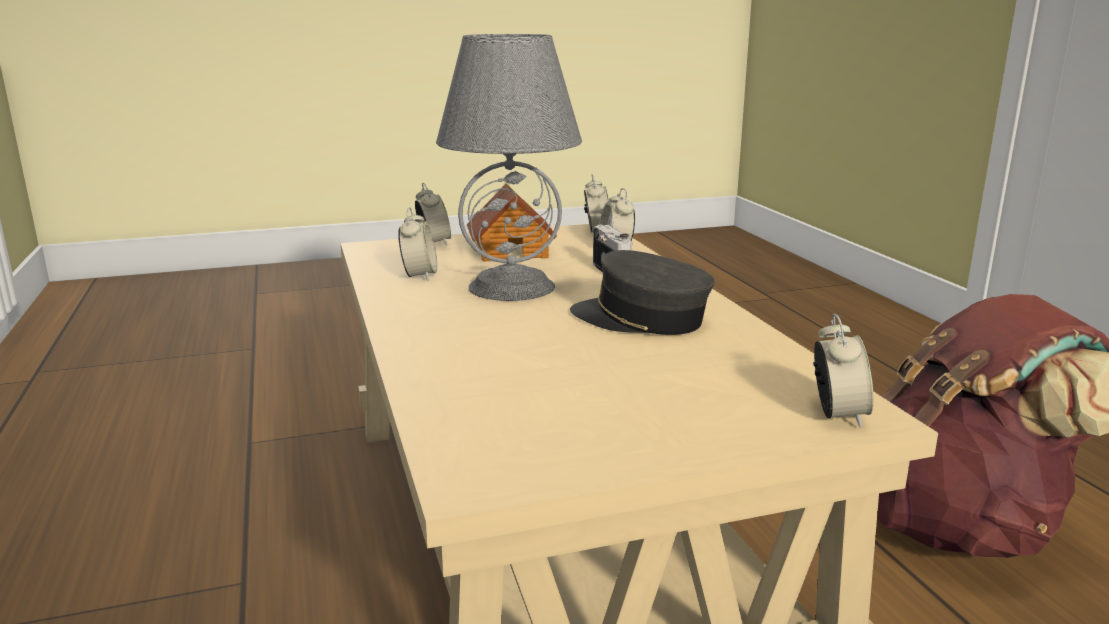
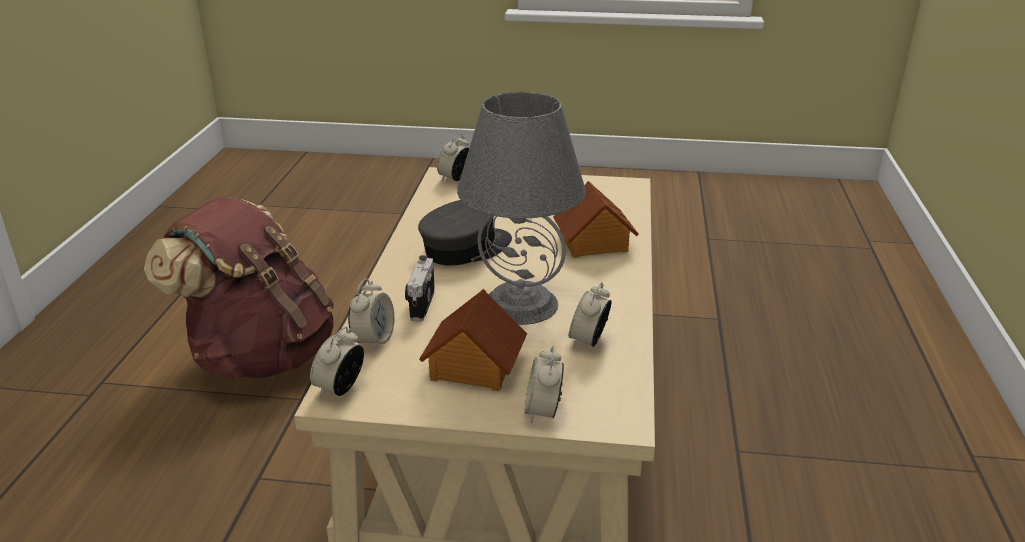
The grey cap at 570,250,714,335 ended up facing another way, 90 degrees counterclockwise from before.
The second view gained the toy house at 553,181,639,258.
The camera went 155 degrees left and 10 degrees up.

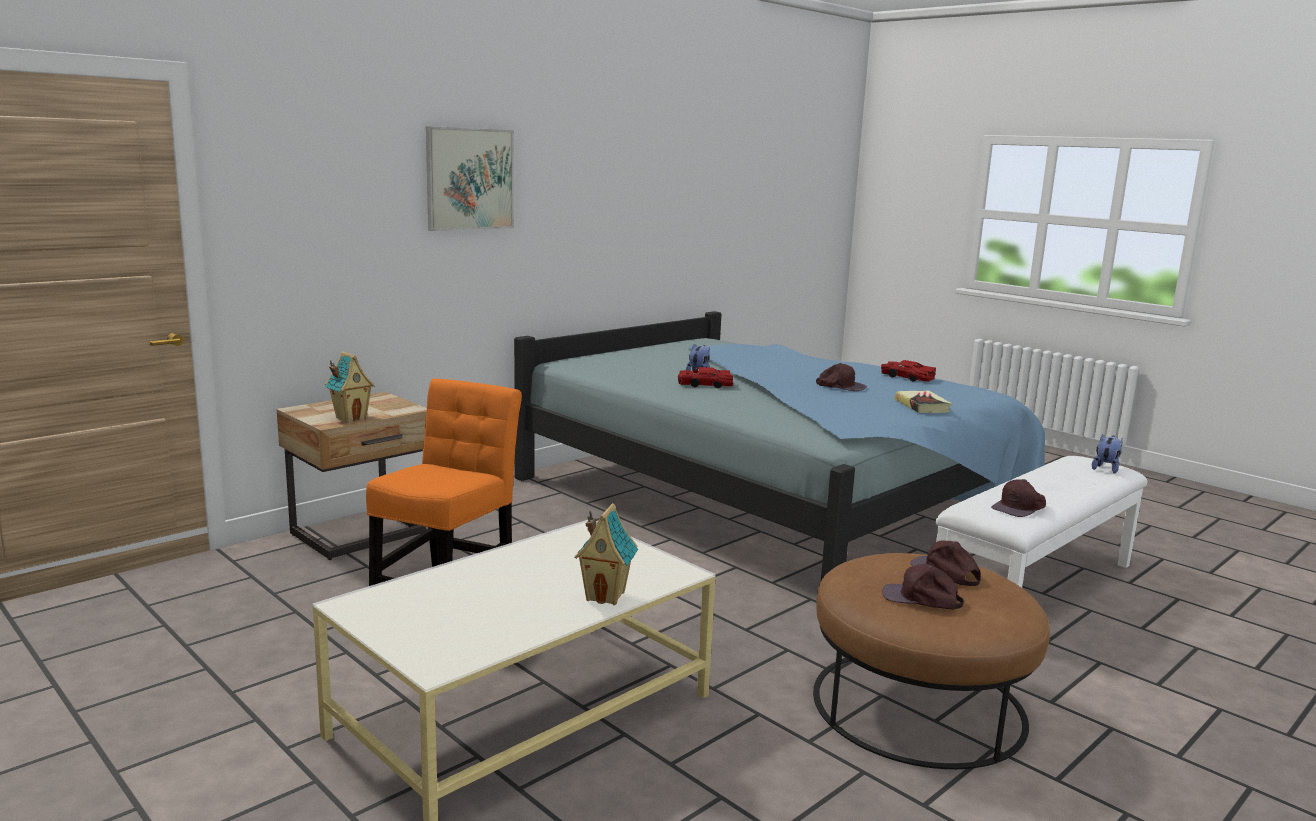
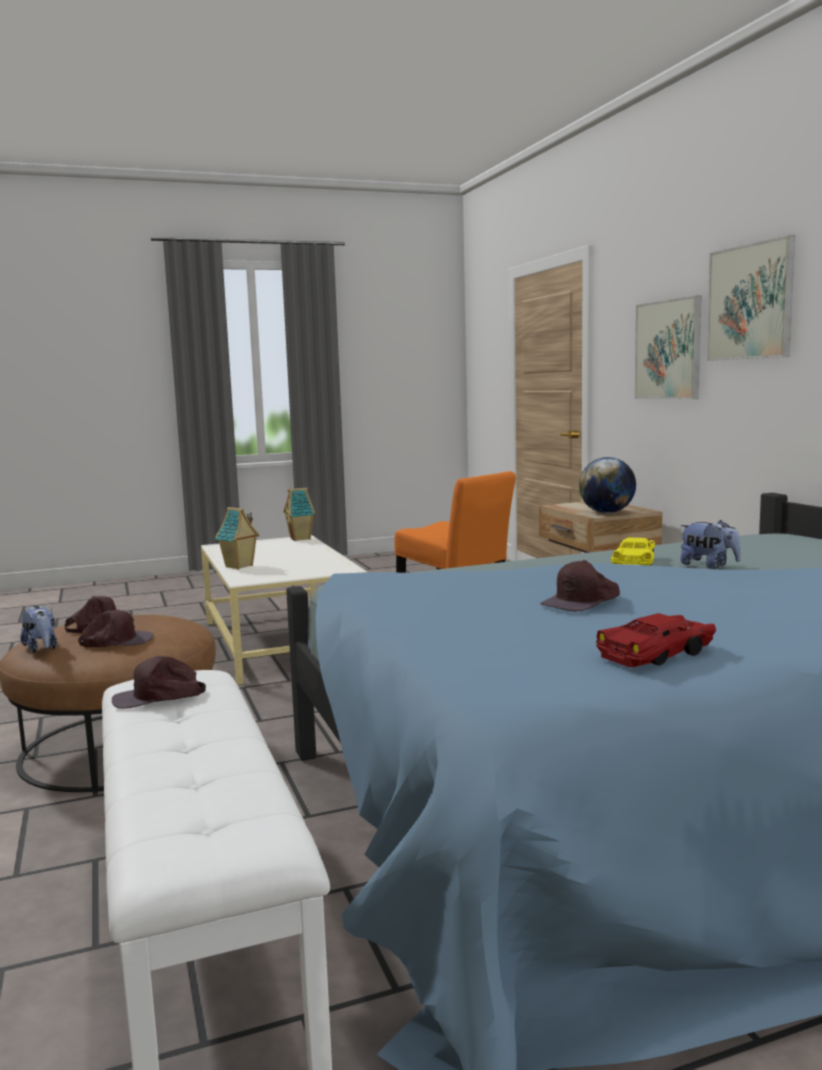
The toy house ended up elsewhere, having gone from 325,351,375,423 to 283,488,315,541.
What was the red toy car at 678,367,734,388 turned into the yellow toy car at 610,537,655,566.
The second view lost the book at 895,390,952,413.
The brown cap at 991,479,1046,517 ended up facing another way, 90 degrees counterclockwise from before.
The plush toy ended up elsewhere, having gone from 1092,434,1123,474 to 20,605,57,653.
The second view gained the globe at 579,457,636,513.
The second view gained the picture at 634,295,702,399.
The camera went 115 degrees right and 5 degrees down.

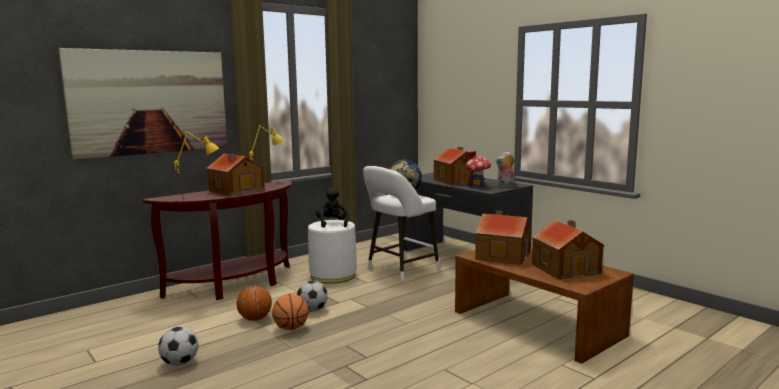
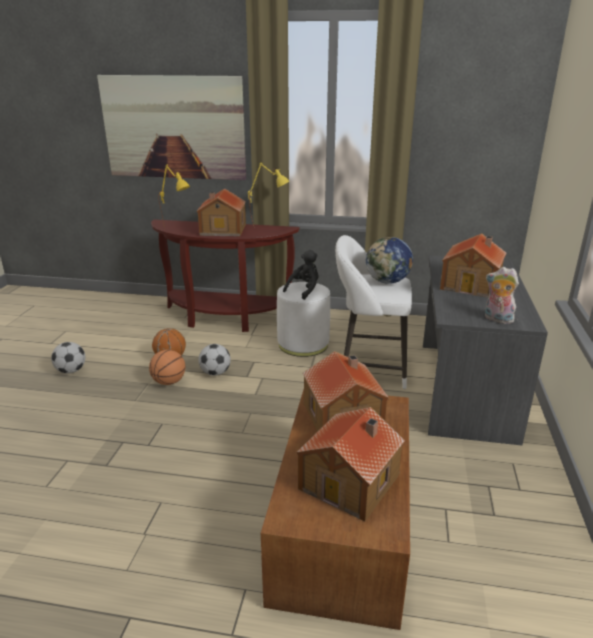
The second view lost the toy house at 465,151,491,188.
The camera went 50 degrees right and 15 degrees up.

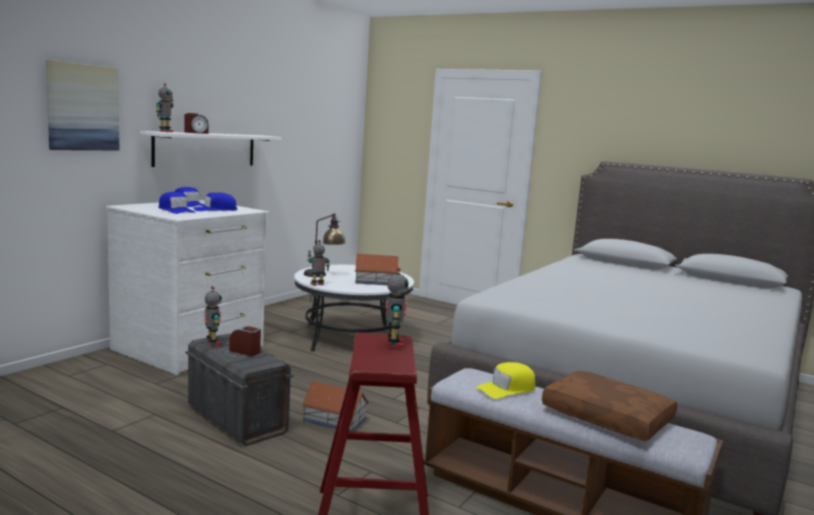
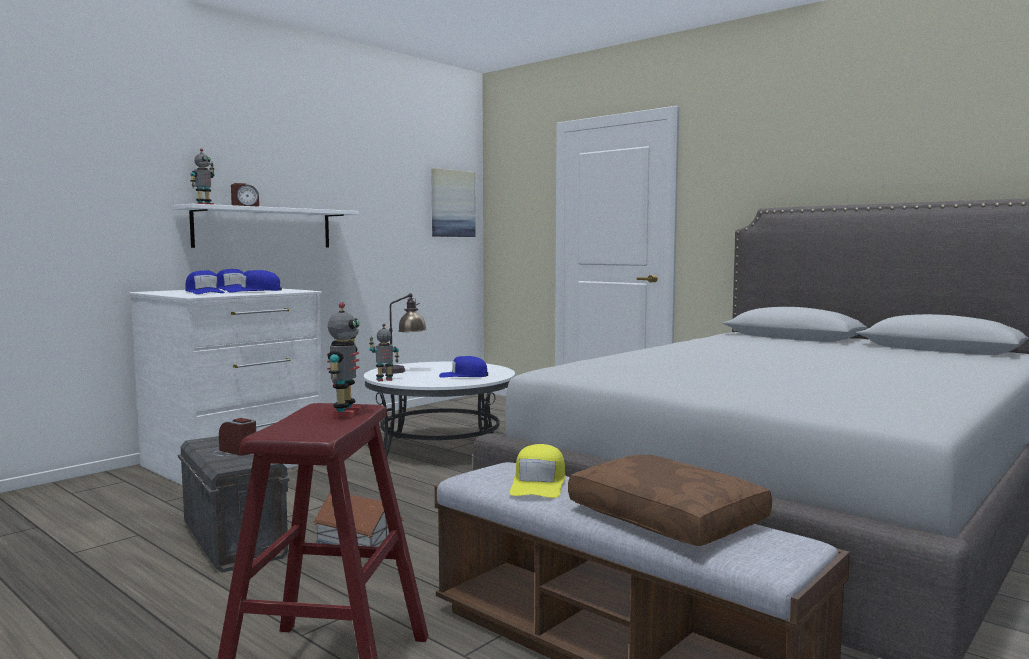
The picture ended up elsewhere, having gone from 46,60,119,150 to 431,168,476,237.
The second view lost the toy robot at 204,286,222,346.
Where the toy house stood at 355,254,399,285, the blue cap came to stand at 439,356,488,378.
The yellow cap at 476,362,535,399 ended up facing another way, 60 degrees counterclockwise from before.
The camera went 10 degrees right and 5 degrees down.

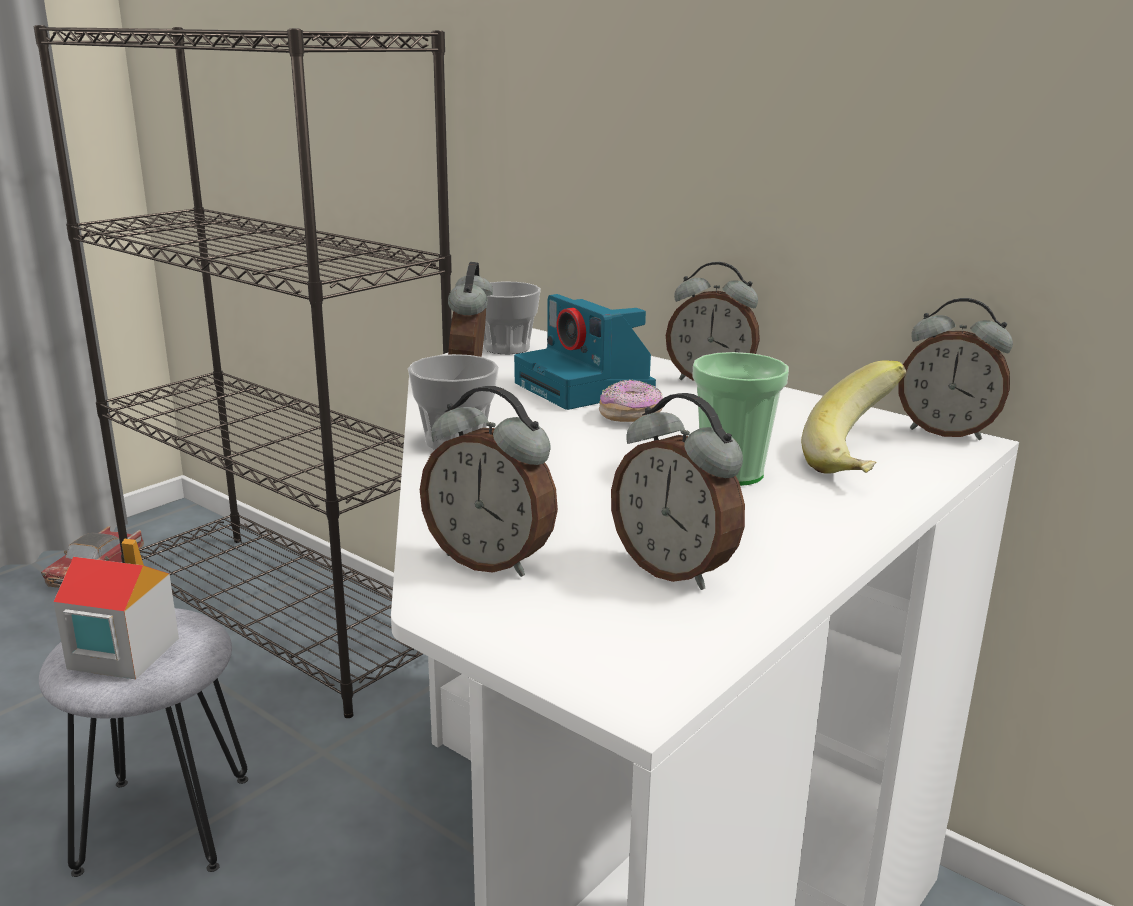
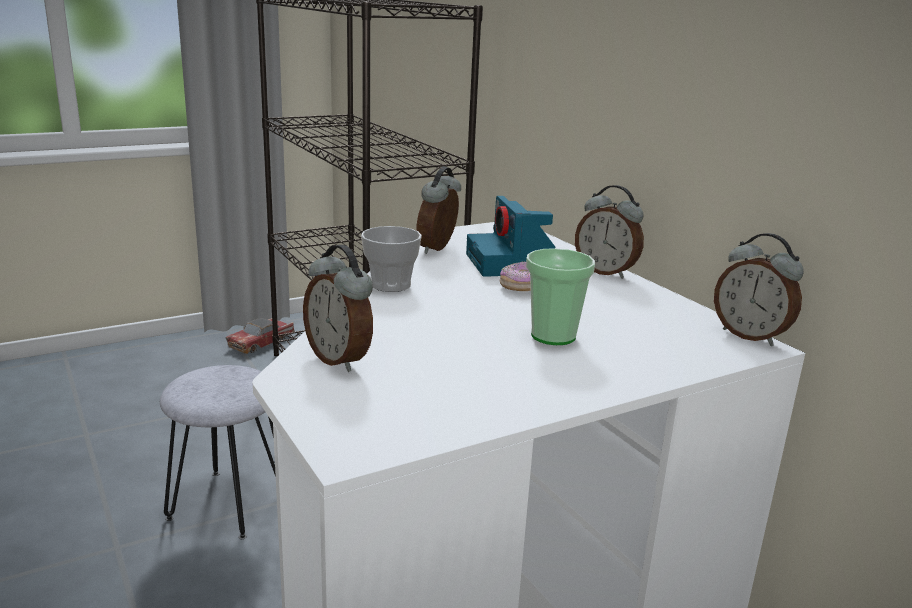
The second view lost the toy house at 53,539,179,680.
The second view lost the cup at 484,281,541,354.
The second view lost the alarm clock at 611,393,745,590.
The second view lost the banana at 801,360,907,474.
The camera went 20 degrees right and 0 degrees up.

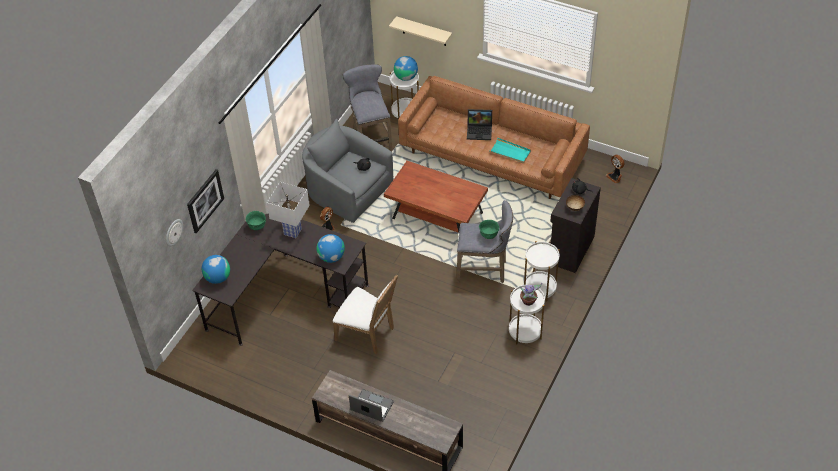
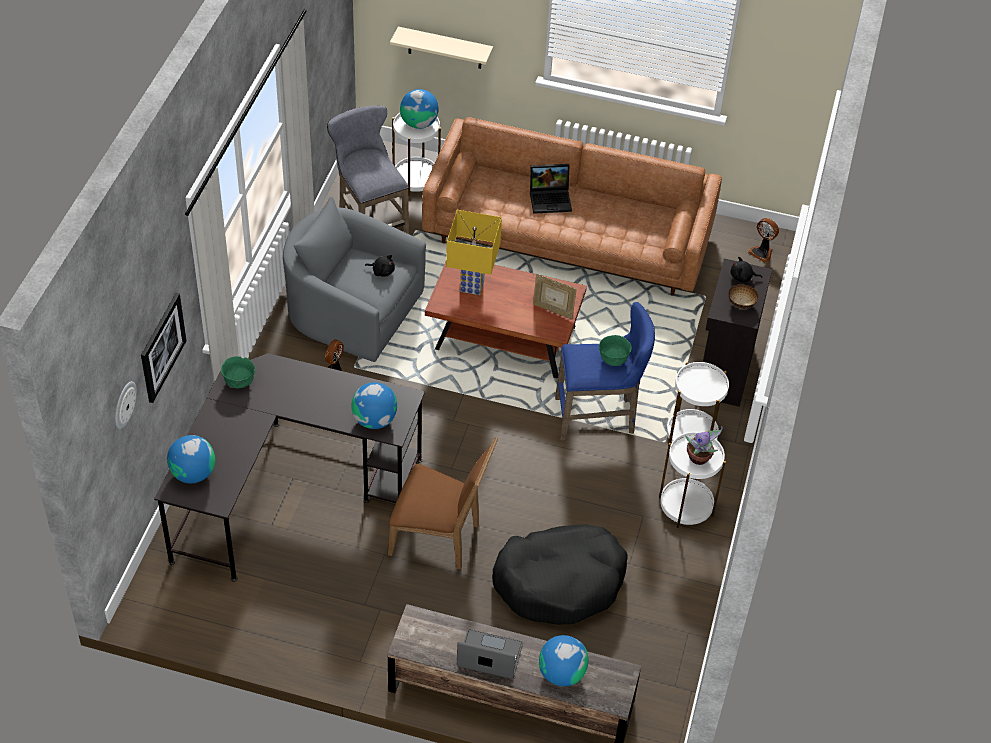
The second view lost the white table lamp at 267,182,310,238.
What was the white chair at 333,274,398,354 turned into the brown chair at 388,437,498,570.
What was the grey stool at 457,200,513,283 turned into the blue stool at 555,302,655,440.
The second view lost the turquoise tray at 490,138,531,163.
The second view gained the yellow table lamp at 446,210,502,295.
The second view gained the black dog bed at 492,525,628,625.
The second view gained the picture frame at 533,274,577,319.
The second view gained the globe at 539,635,588,686.
The camera went 15 degrees left and 0 degrees up.

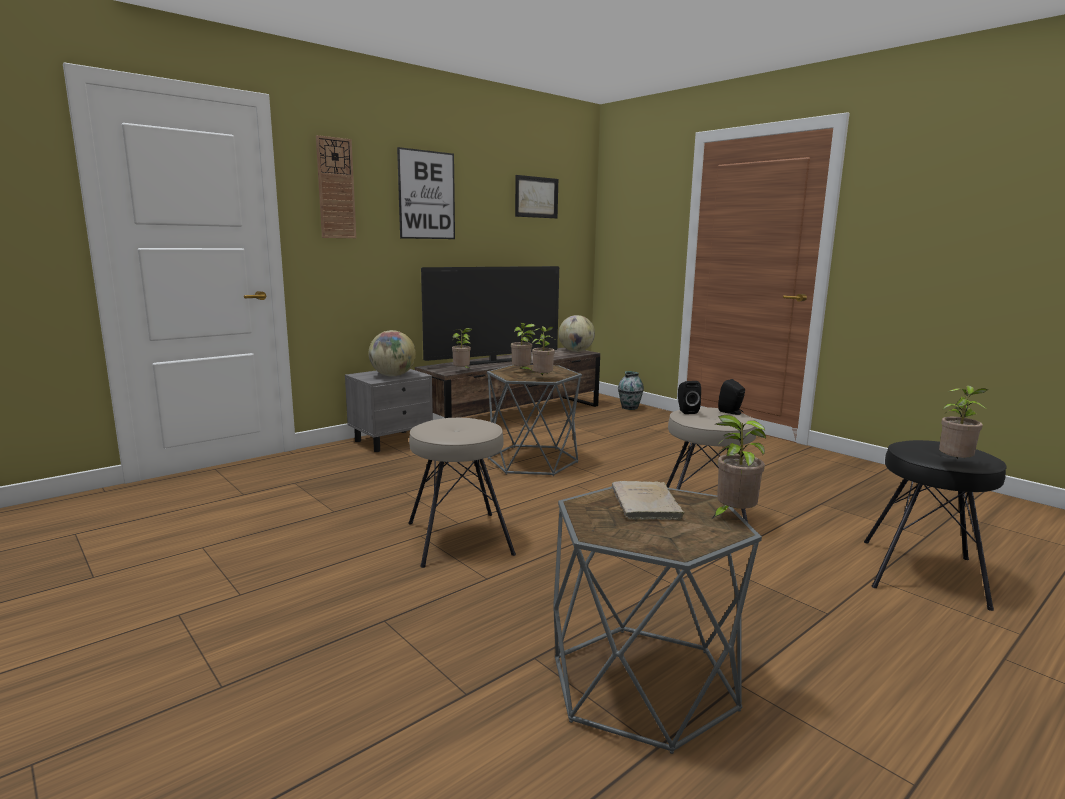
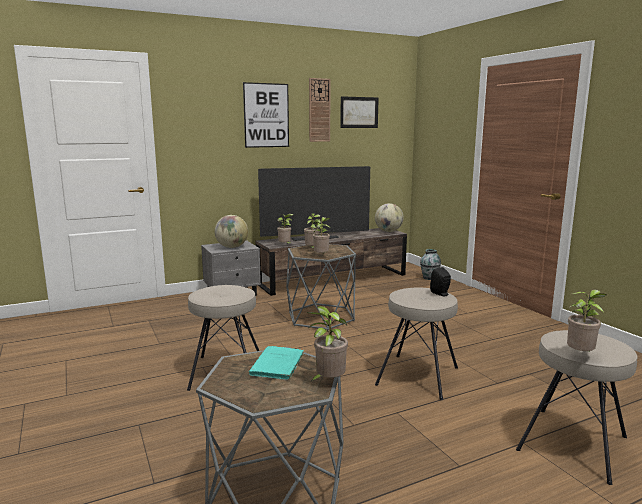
The wall clock ended up elsewhere, having gone from 316,135,356,238 to 309,78,331,142.
What was the beige book at 612,481,685,520 turned into the turquoise book at 249,346,304,381.
The second view lost the black speaker at 678,381,701,414.
What was the black stool at 864,440,1006,611 turned into the beige stool at 516,330,637,485.
The camera went 15 degrees right and 0 degrees up.

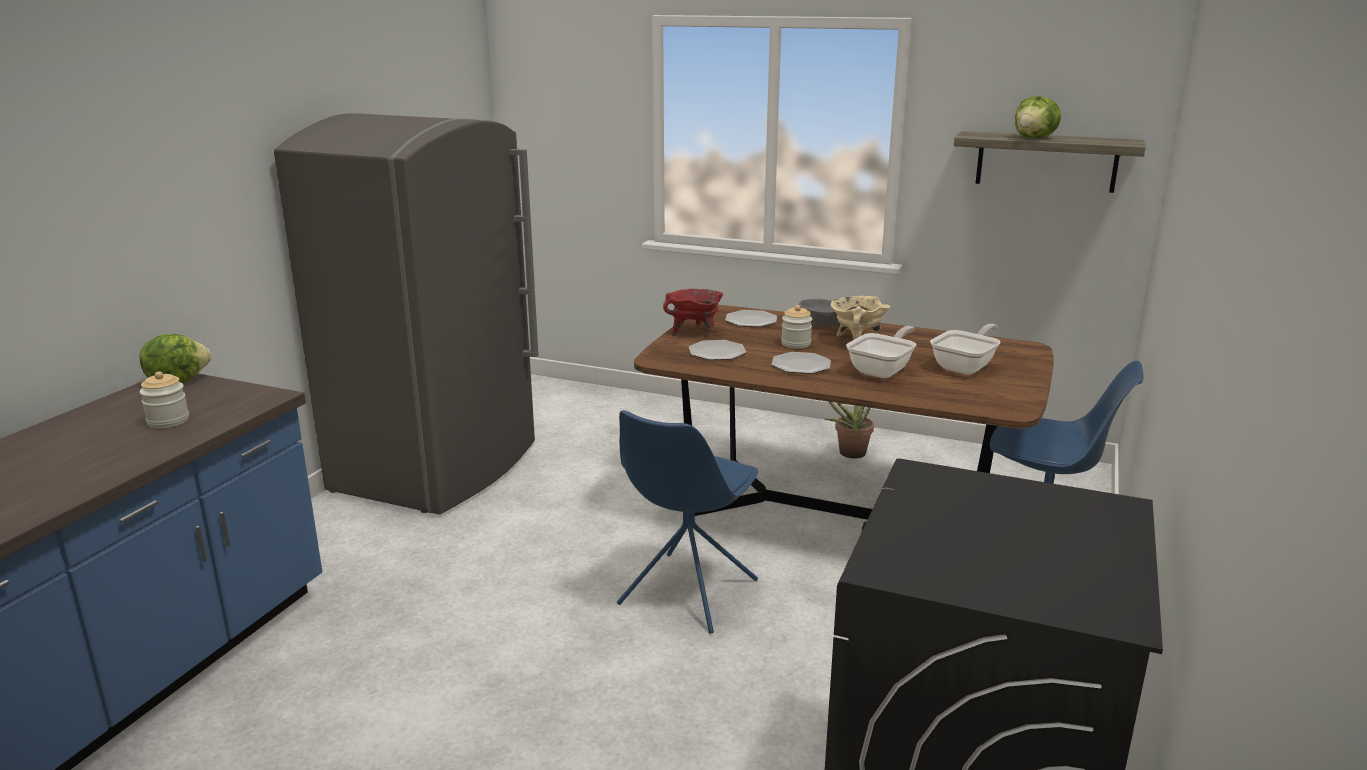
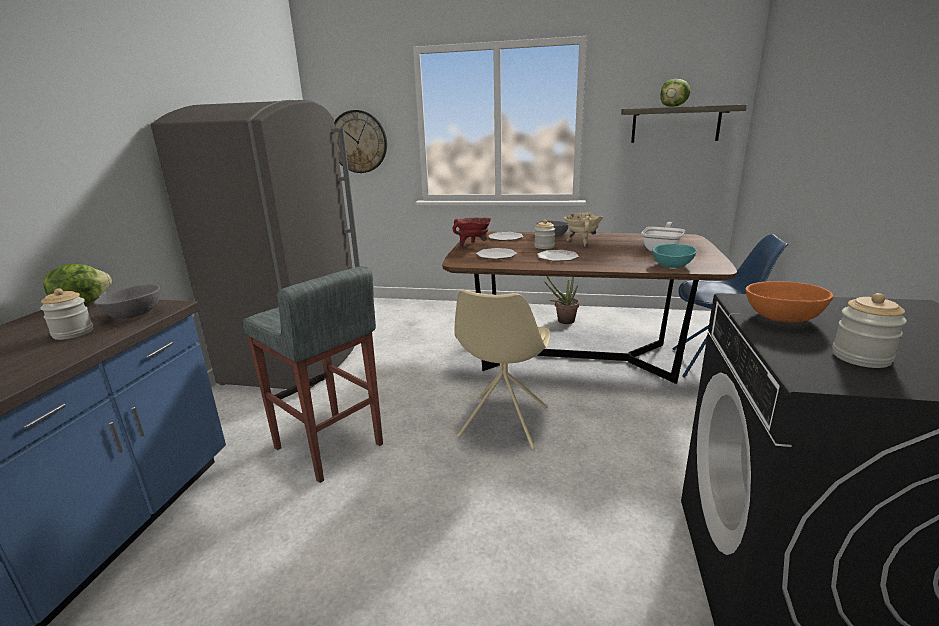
What was the blue chair at 617,410,758,634 turned into the beige chair at 454,290,550,450.
The second view lost the frying pan at 846,326,916,378.
The second view gained the grey bowl at 94,284,160,318.
The second view gained the grey stool at 242,266,383,483.
The second view gained the wall clock at 334,110,387,173.
The second view gained the turquoise bowl at 653,244,697,268.
The second view gained the orange bowl at 745,281,834,322.
The second view gained the jar at 832,293,907,368.
The camera went 10 degrees left and 0 degrees up.

